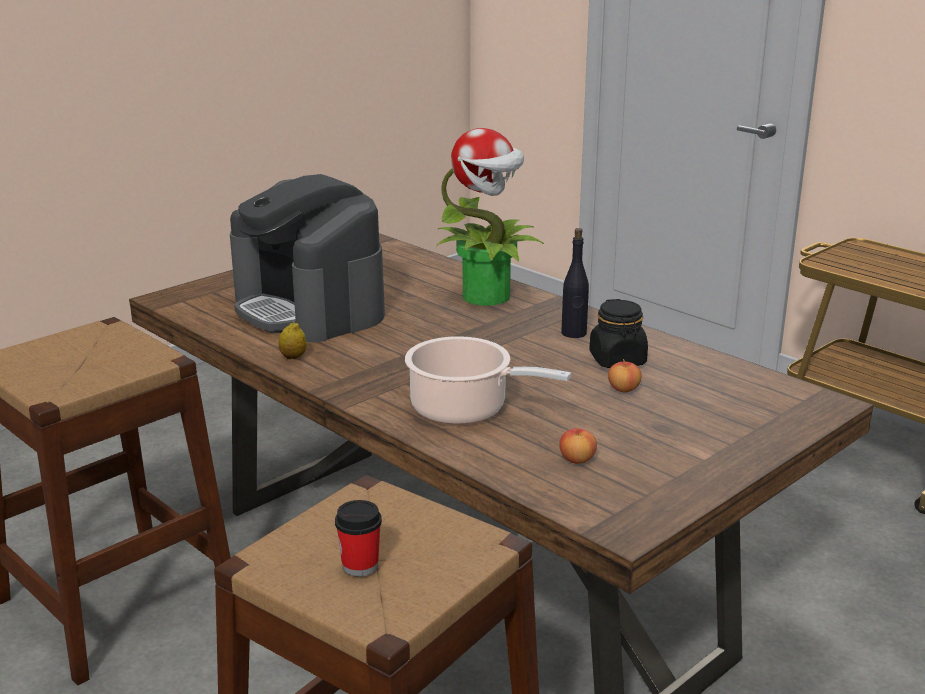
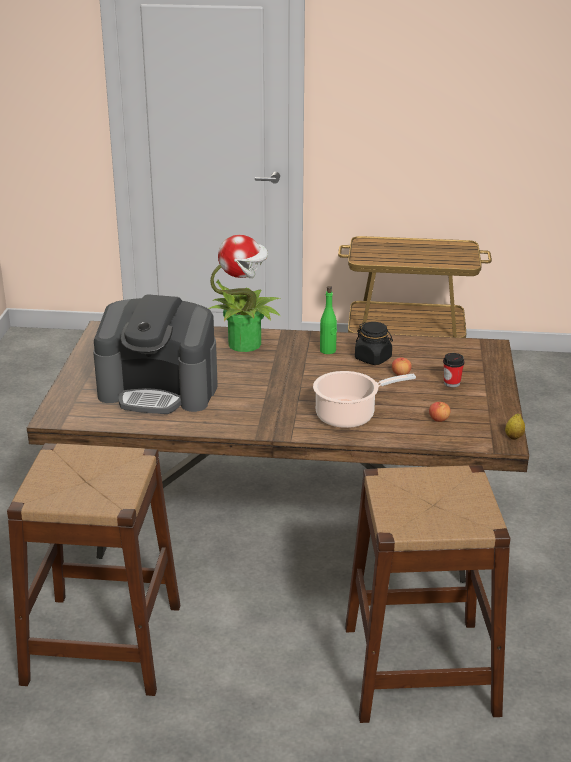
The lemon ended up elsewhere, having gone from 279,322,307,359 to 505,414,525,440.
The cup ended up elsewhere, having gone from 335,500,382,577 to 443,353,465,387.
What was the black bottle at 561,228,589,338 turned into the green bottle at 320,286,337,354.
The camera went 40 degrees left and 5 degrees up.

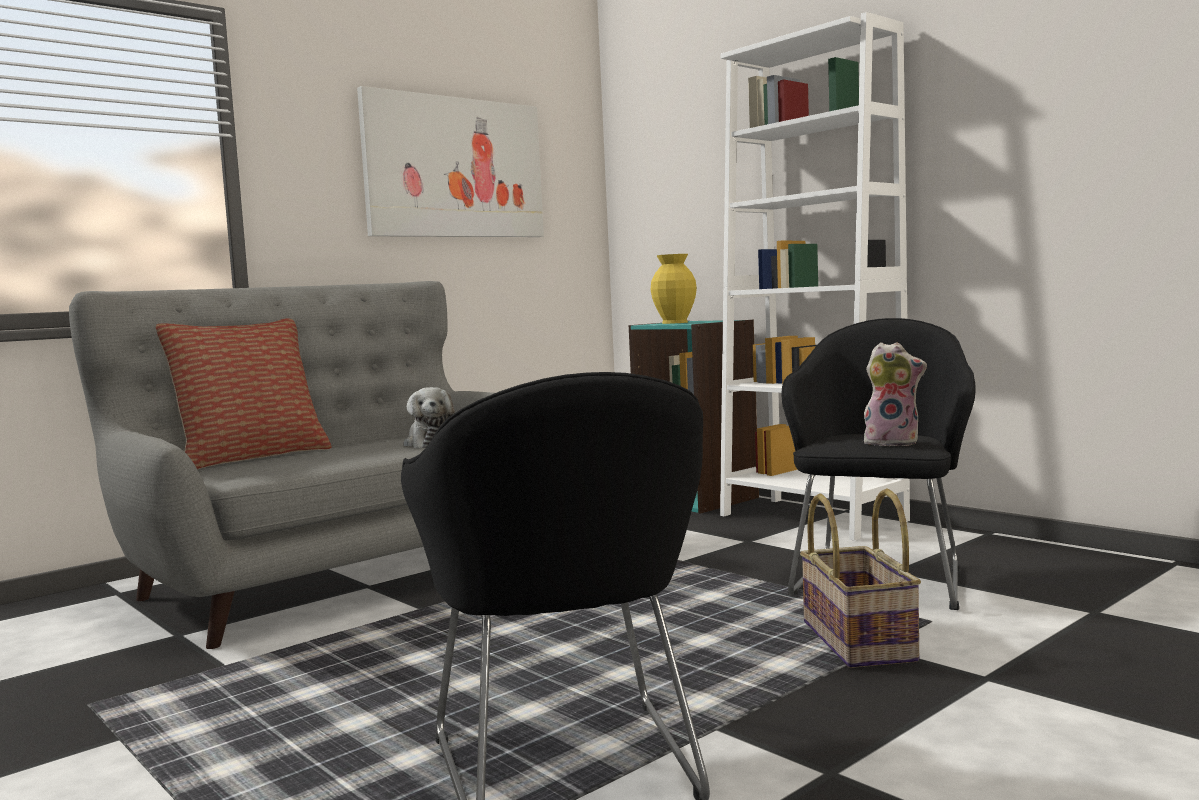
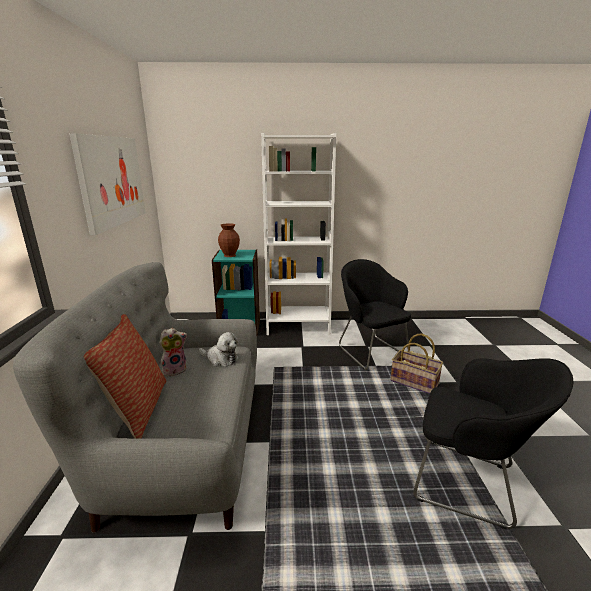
What was the yellow vase at 651,254,697,324 turned into the brown vase at 218,223,240,257.
The plush toy ended up elsewhere, having gone from 864,342,927,446 to 159,328,187,376.
The camera went 50 degrees left and 15 degrees up.

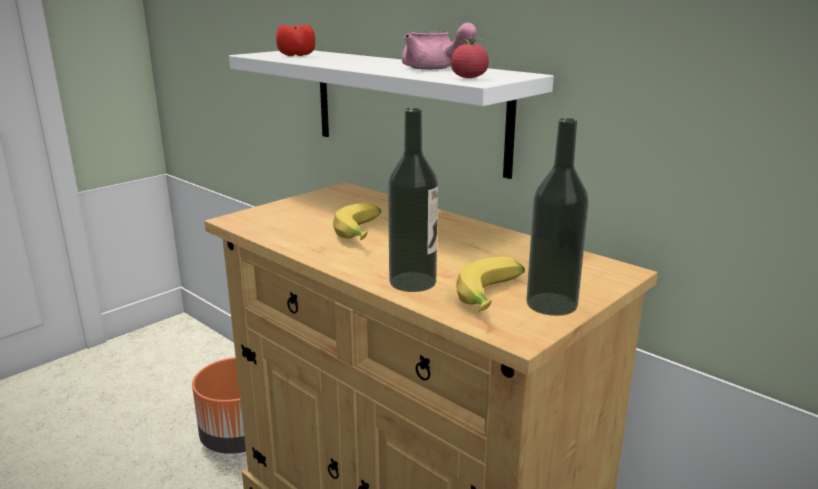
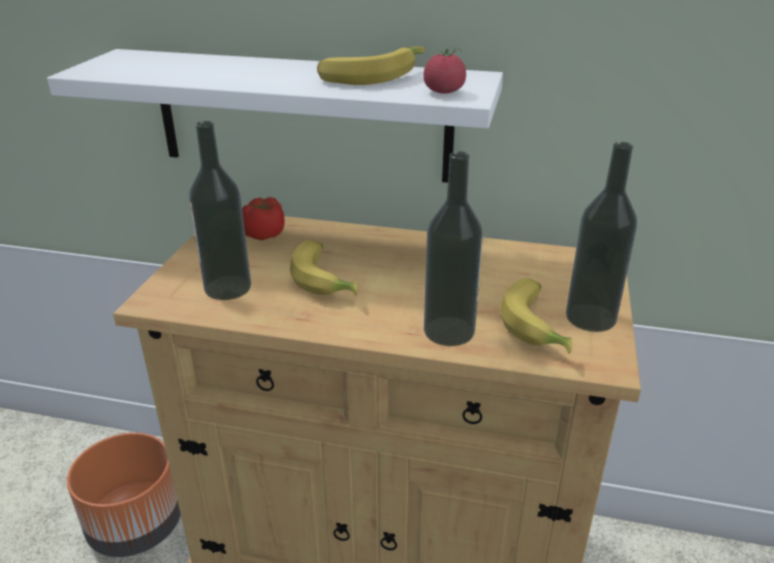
The tomato ended up elsewhere, having gone from 276,24,315,56 to 242,197,285,240.
Where the pink teapot stood at 402,23,477,69, the banana came to stand at 317,46,425,85.
The second view gained the bottle at 189,121,251,300.
The camera went 30 degrees left and 10 degrees up.

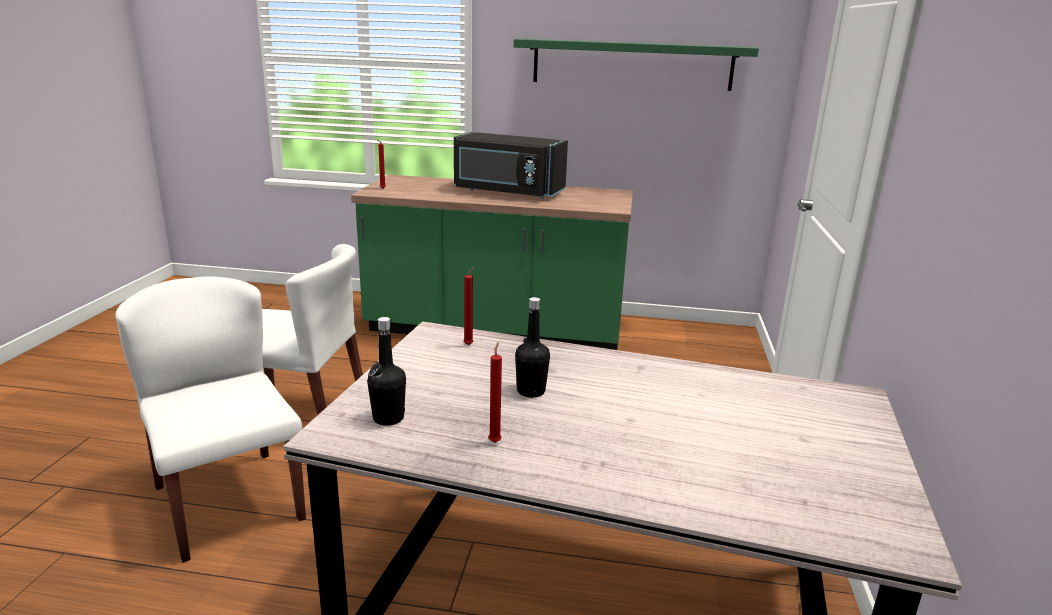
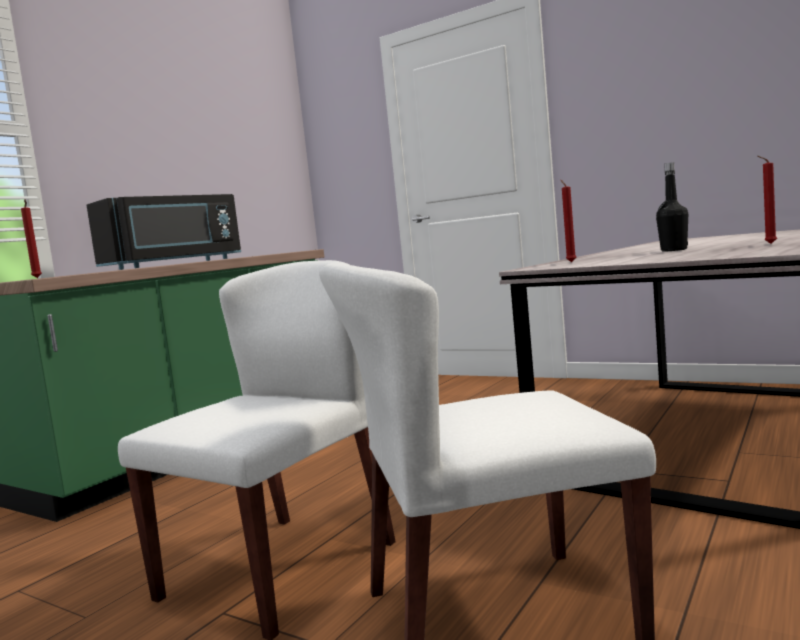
The second view lost the black bottle at 367,317,406,426.
The second view lost the green shelf at 514,39,759,91.
The camera went 65 degrees left and 15 degrees down.

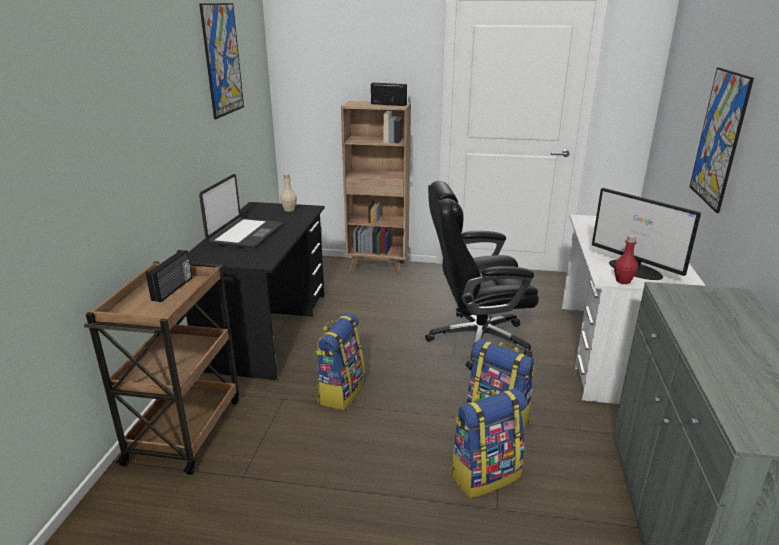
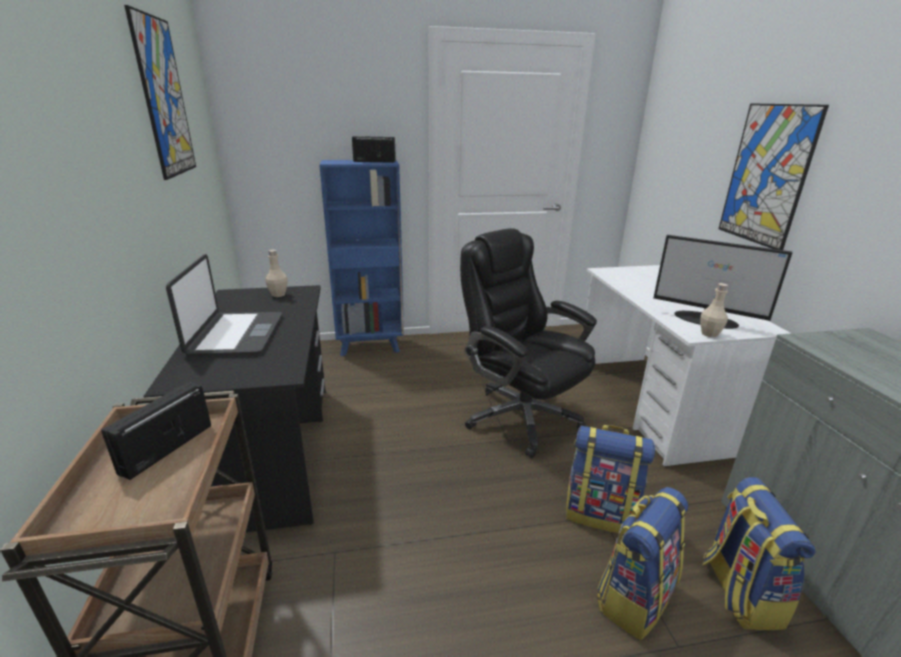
The radio at 146,250,192,302 ended up facing another way, 150 degrees counterclockwise from before.
The backpack ended up elsewhere, having gone from 315,313,365,410 to 703,477,816,630.
What was the brown bookcase at 341,101,411,275 turned into the blue bookcase at 319,160,404,357.
The black office chair at 425,181,539,370 ended up facing another way, 75 degrees clockwise from before.
What was the red bottle at 614,235,638,284 turned into the beige bottle at 700,283,728,337.
The camera went 20 degrees left and 0 degrees up.

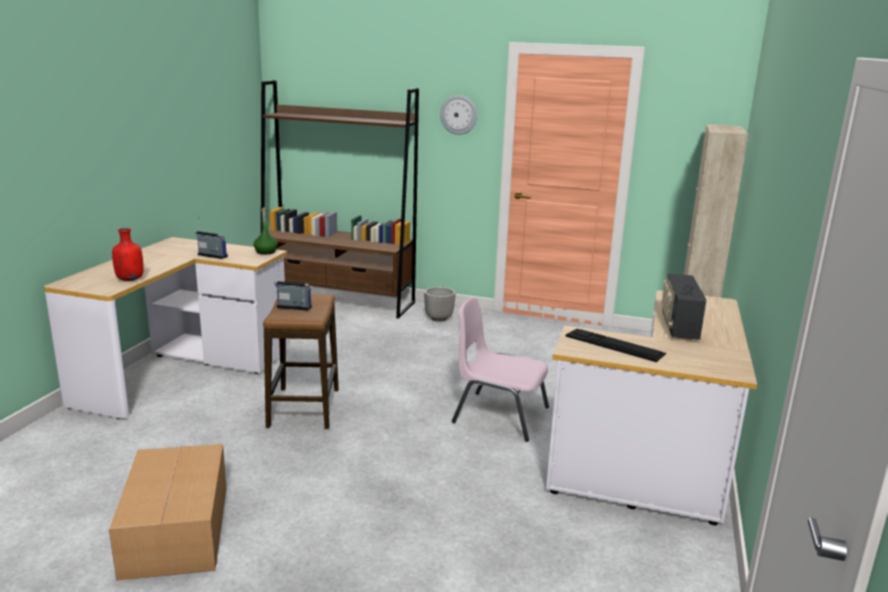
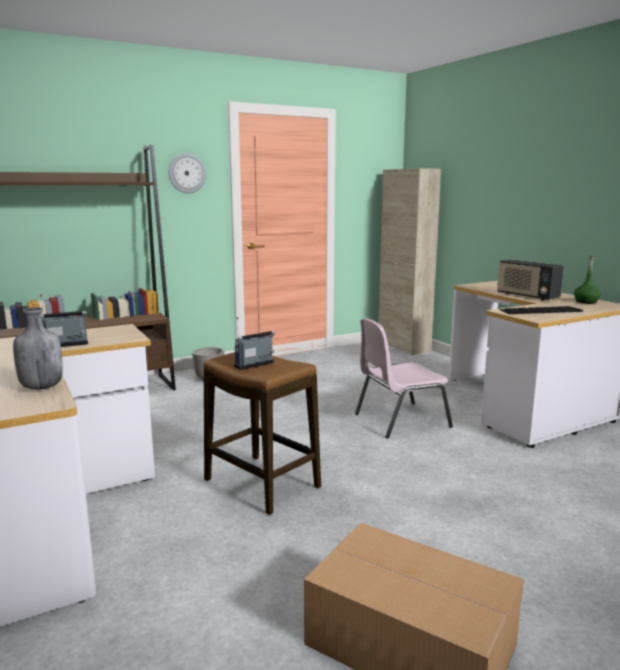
What was the red bottle at 112,228,144,281 turned into the grey bottle at 13,307,63,390.
The green bottle ended up elsewhere, having gone from 253,208,278,255 to 574,256,601,304.
The camera went 45 degrees left and 5 degrees down.

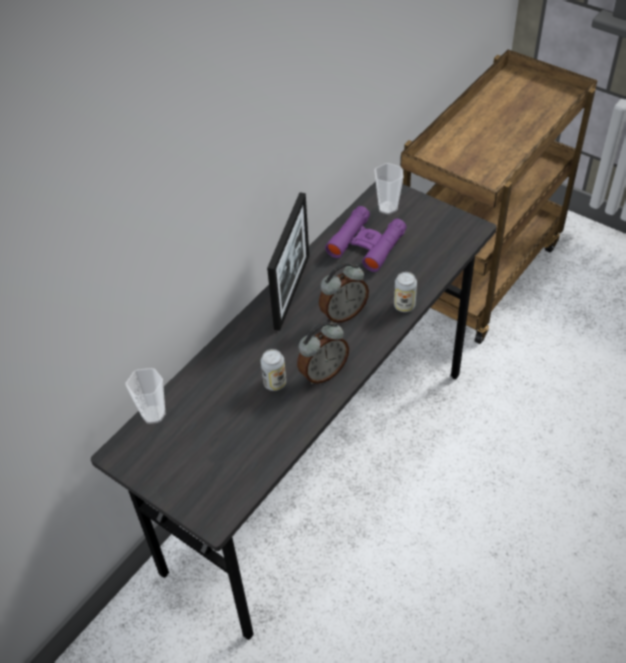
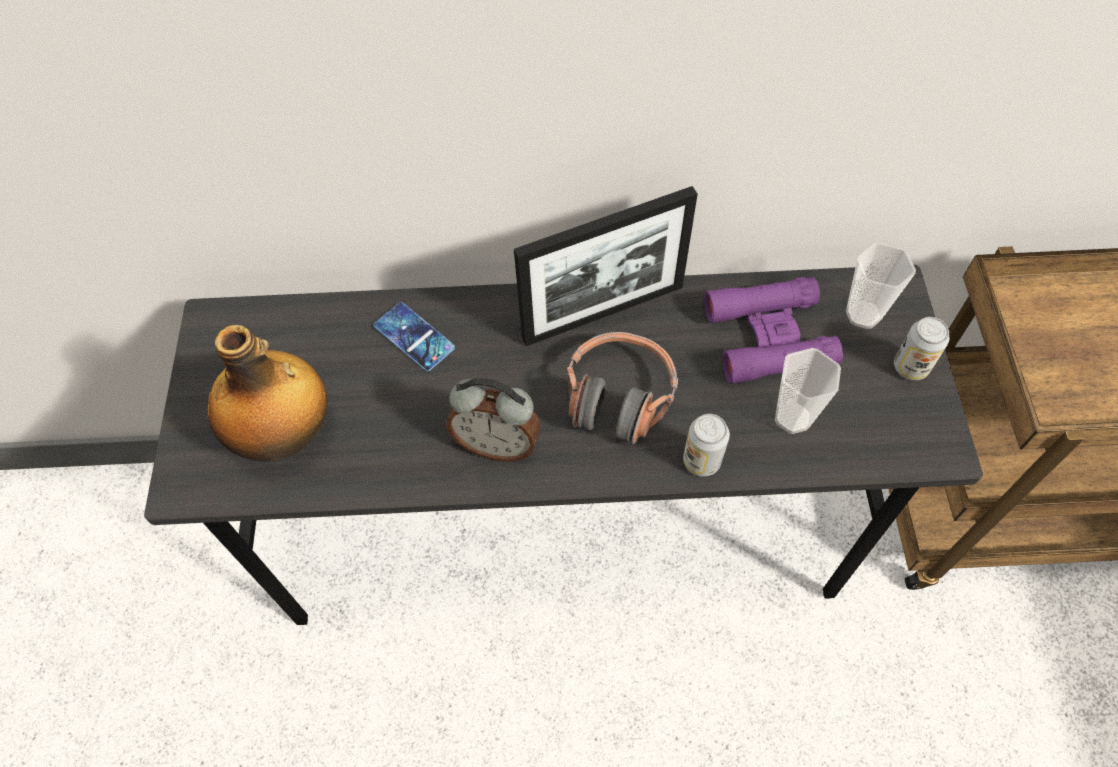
The cup ended up elsewhere, having gone from 125,368,165,424 to 775,348,841,434.
The can ended up elsewhere, having gone from 261,349,286,391 to 894,317,949,380.
Where the alarm clock stood at 319,263,369,323, the headphones came to stand at 567,332,678,444.
The second view gained the bottle at 207,325,328,462.
The second view gained the phone at 374,302,455,371.
The camera went 50 degrees right and 10 degrees up.

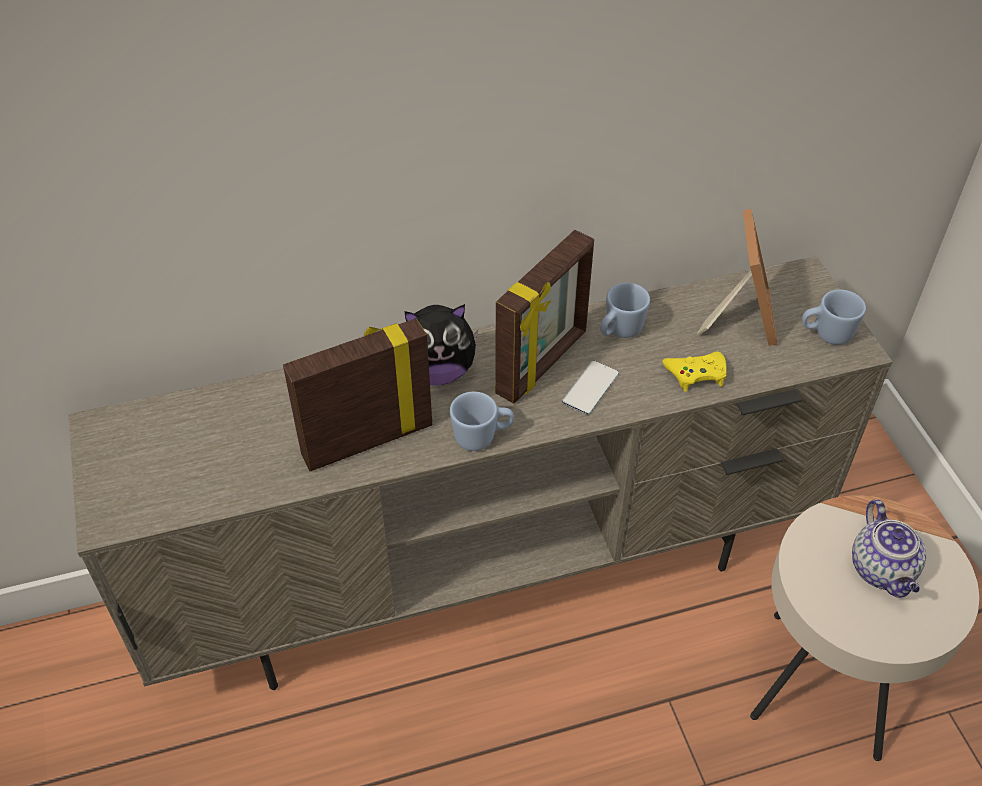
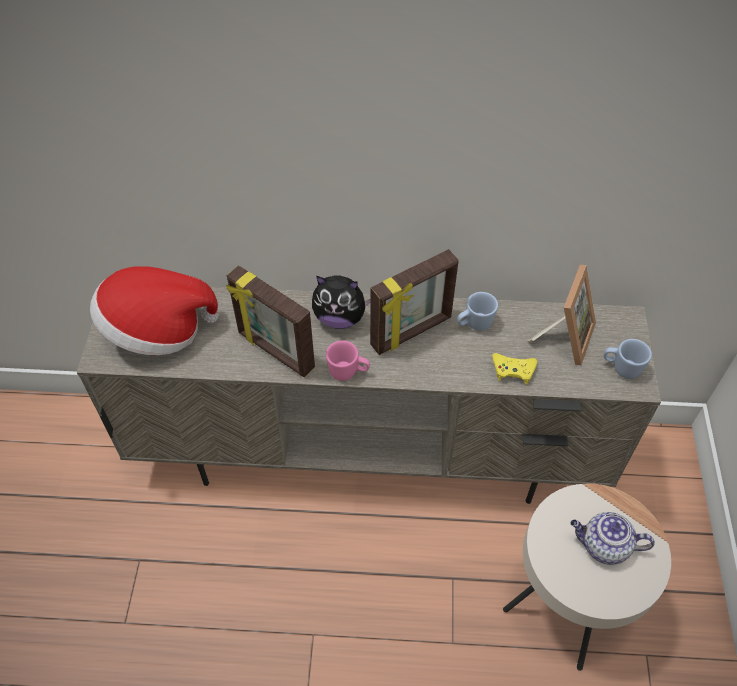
The picture frame at 283,319,432,472 ended up facing another way, 135 degrees counterclockwise from before.
What was the blue mug at 450,392,514,451 turned into the pink mug at 326,340,370,381.
The second view lost the phone at 562,360,619,415.
The teapot at 852,499,926,598 ended up facing another way, 90 degrees clockwise from before.
The second view gained the hat at 90,266,219,355.
The camera went 20 degrees right and 5 degrees up.

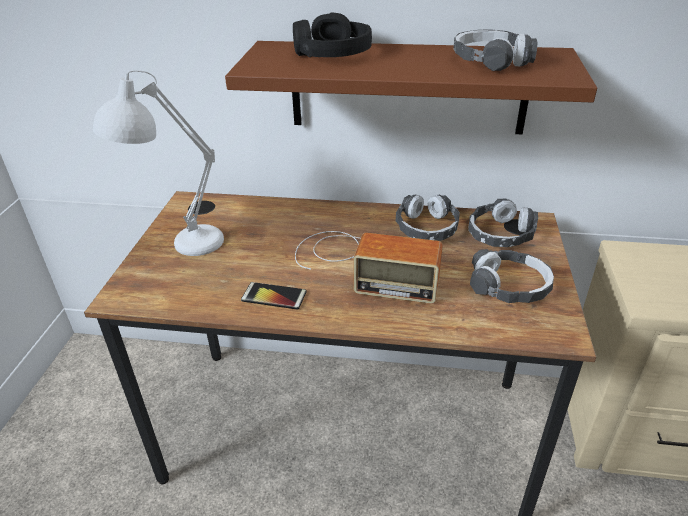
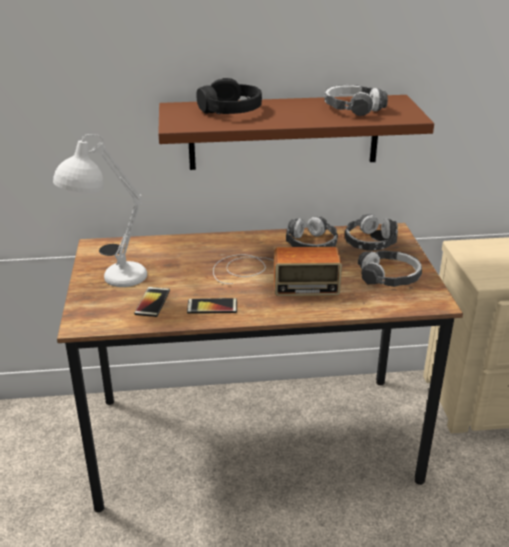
The second view gained the phone at 134,287,170,317.
The camera went 15 degrees left and 5 degrees down.

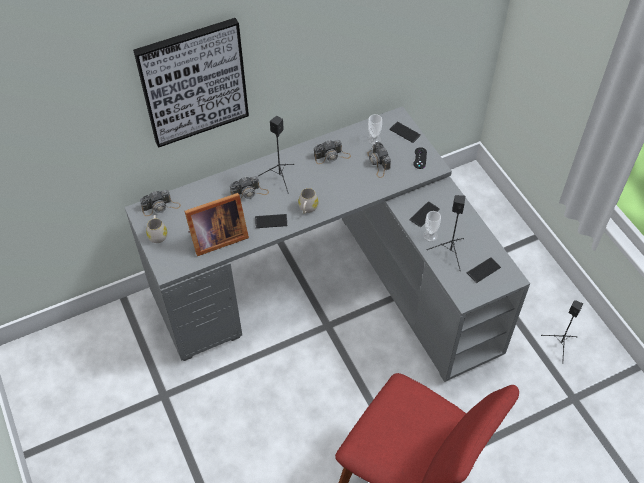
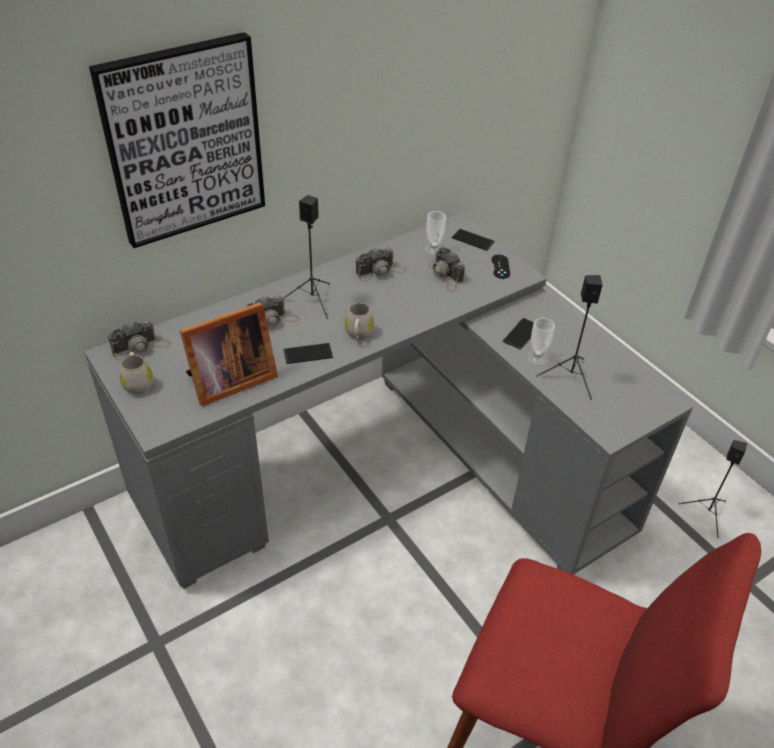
The second view lost the phone at 466,257,501,283.
The camera went 10 degrees left and 10 degrees down.

